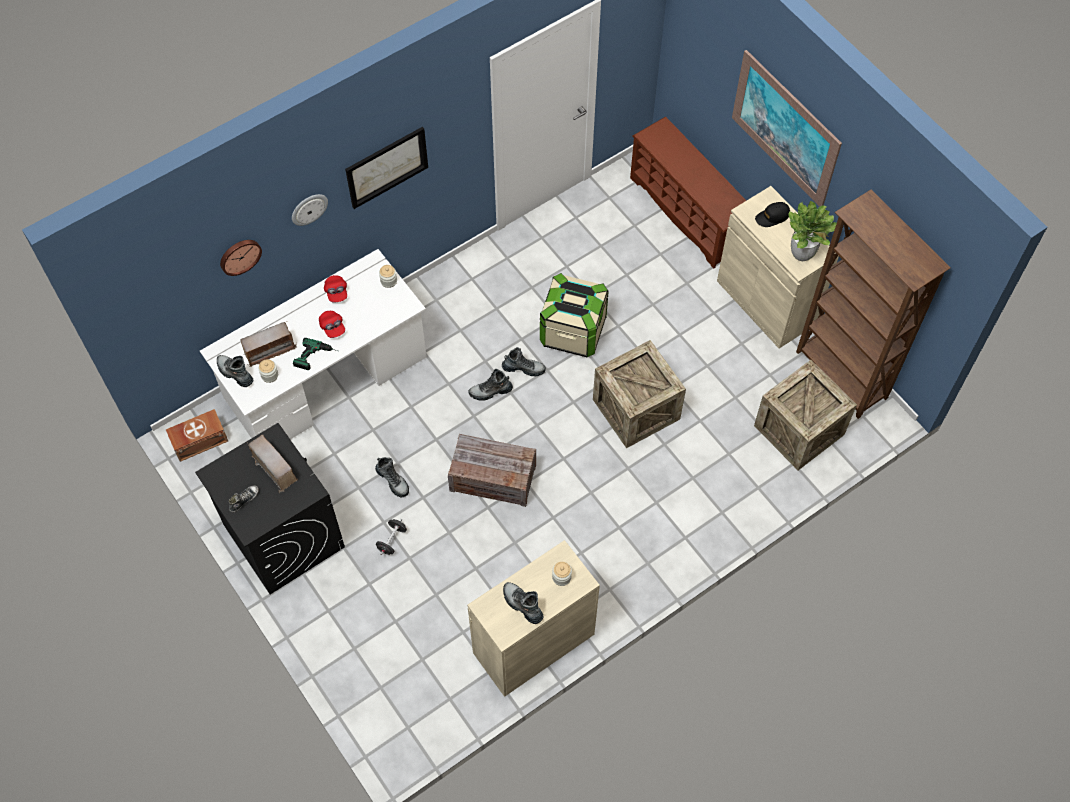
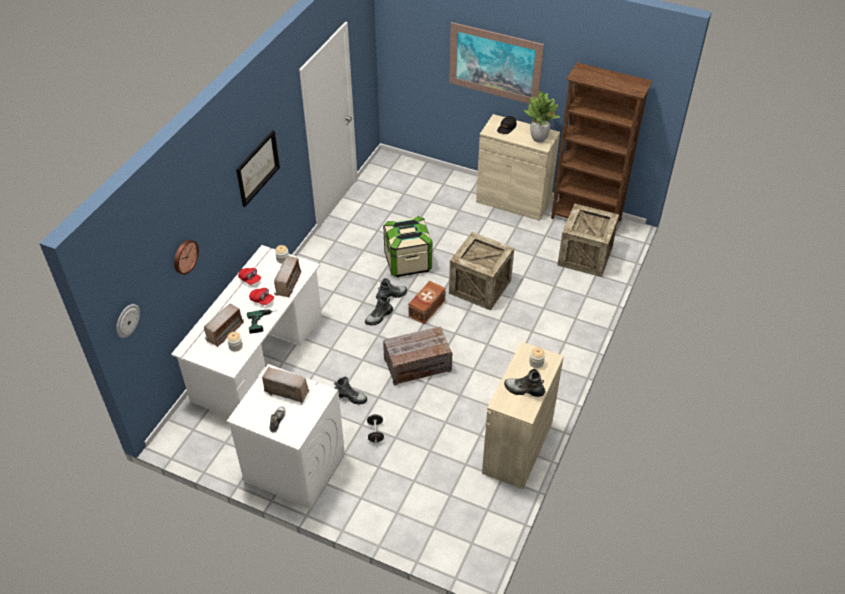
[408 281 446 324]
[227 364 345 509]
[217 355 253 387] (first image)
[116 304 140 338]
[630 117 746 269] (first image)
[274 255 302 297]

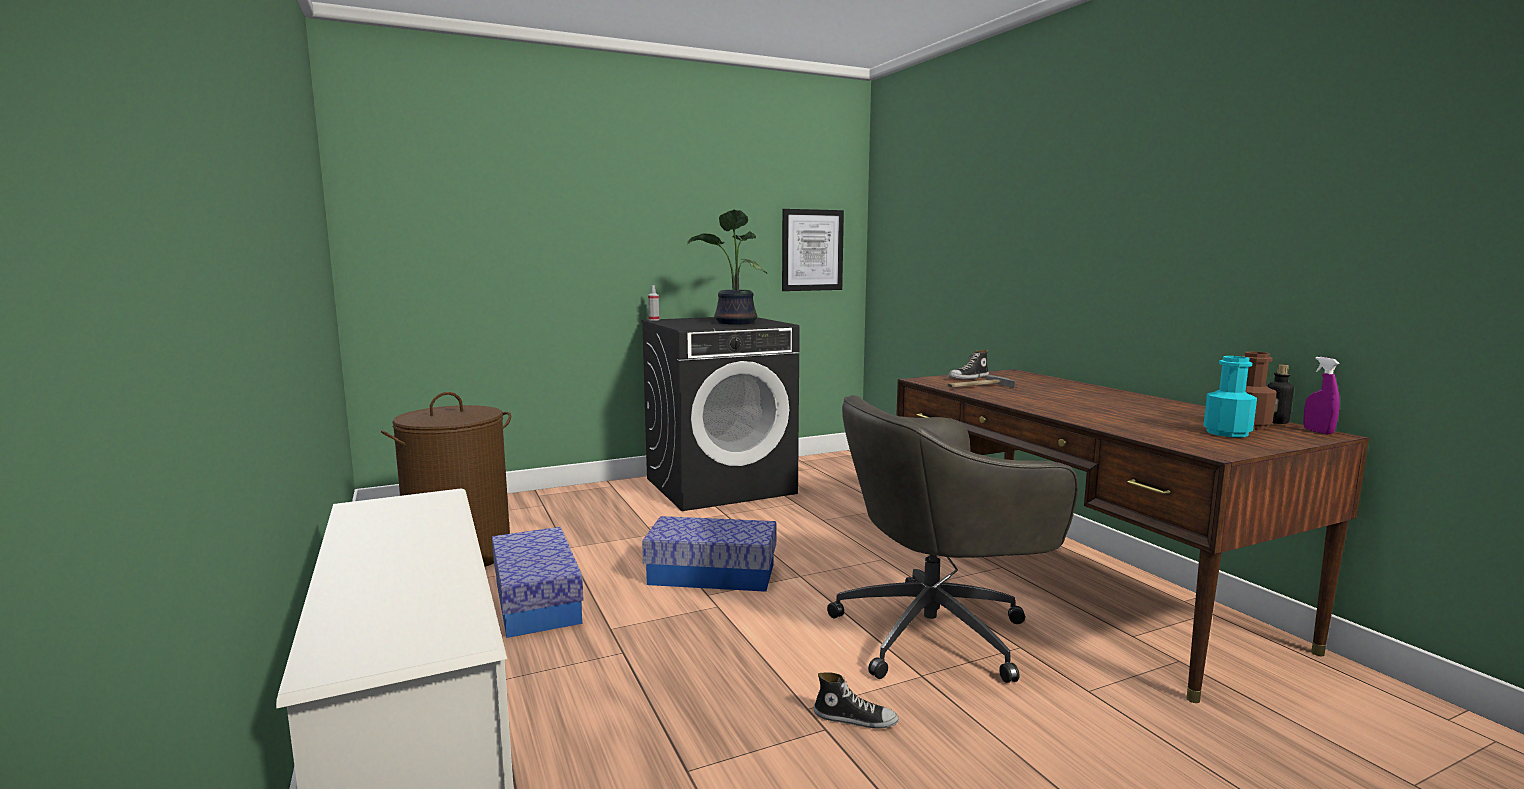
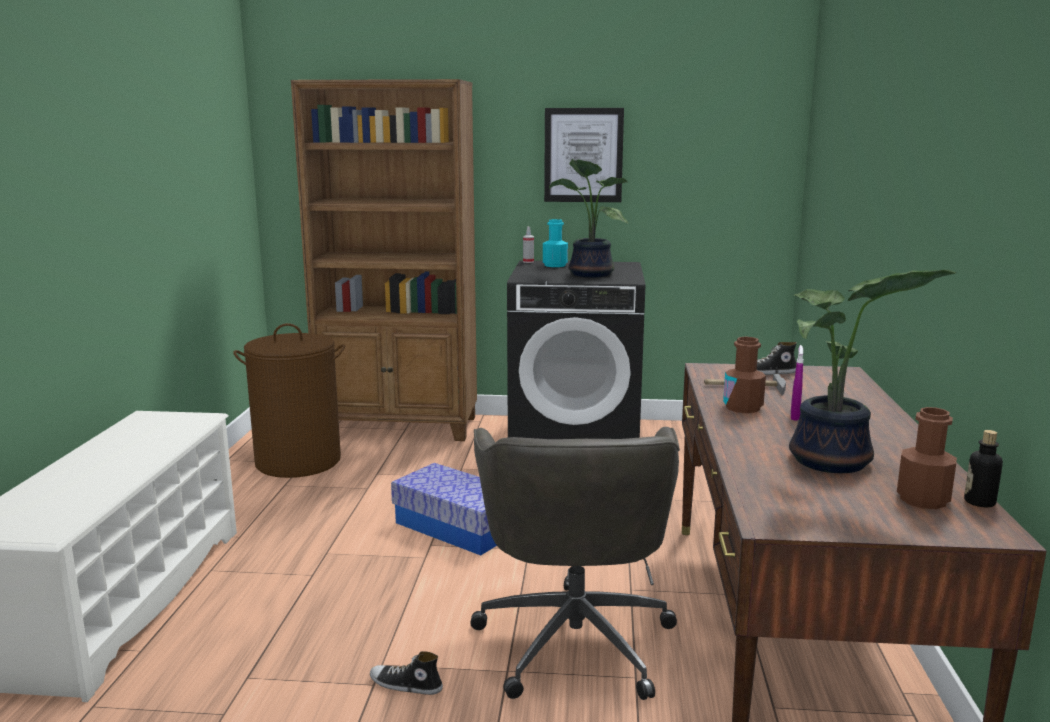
[492 527 584 638] (first image)
[544 108 624 202]
[370 651 443 695]
[470 427 680 700]
[543 219 568 267]
[791 345 804 421]
[291 79 477 441]
[723 337 766 413]
[789 270 957 473]

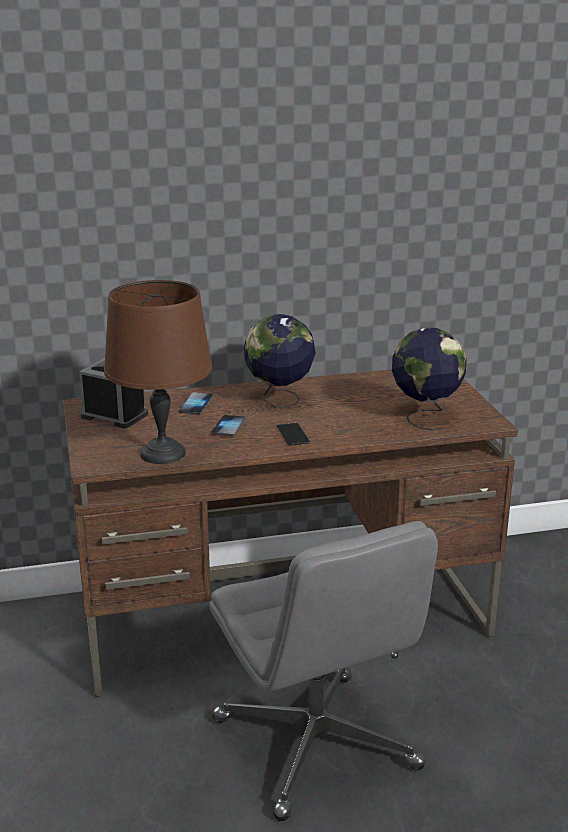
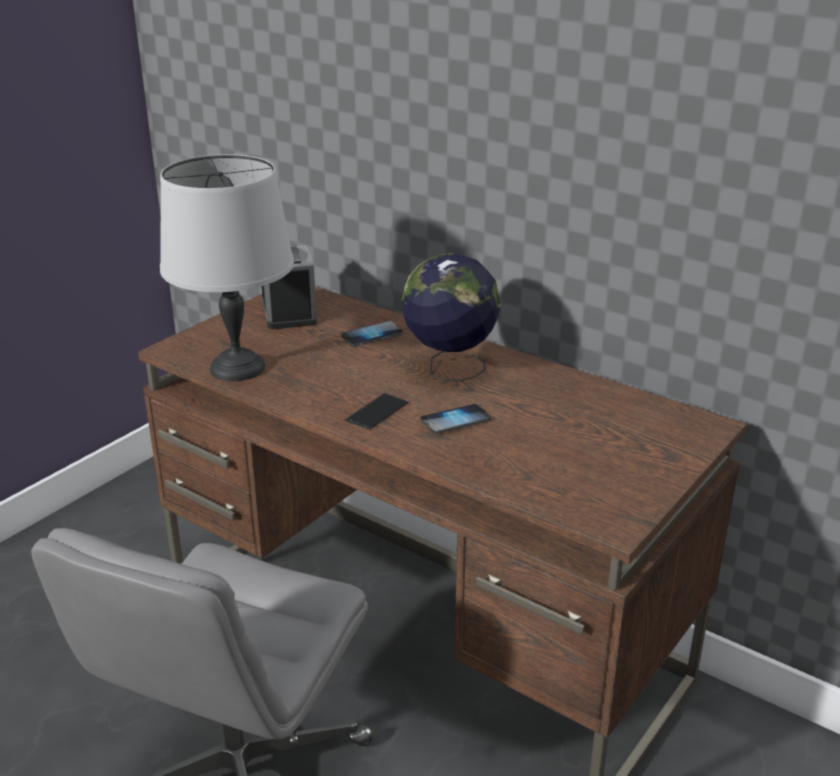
[160 154 294 381]
[420 404 491 434]
[392 328 467 431] (first image)

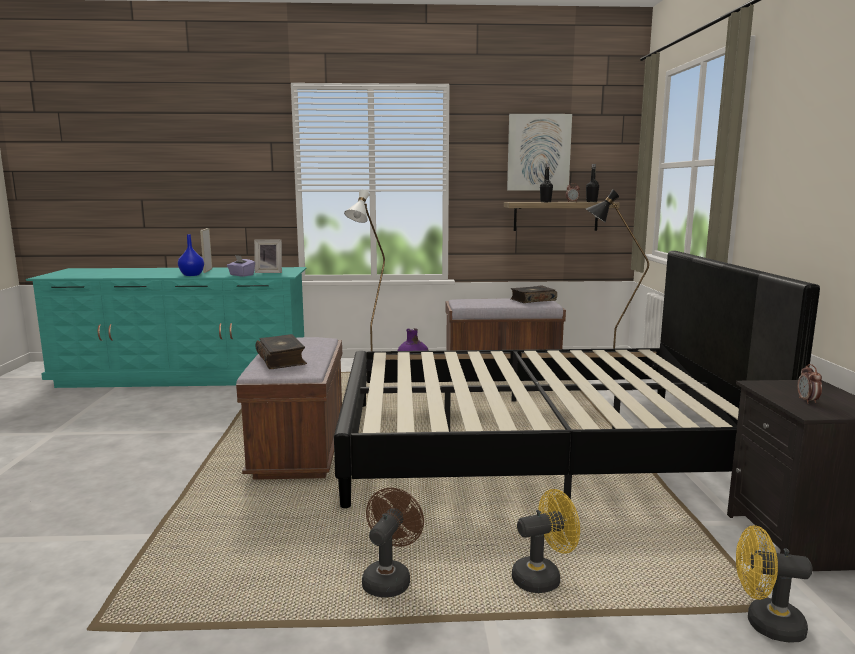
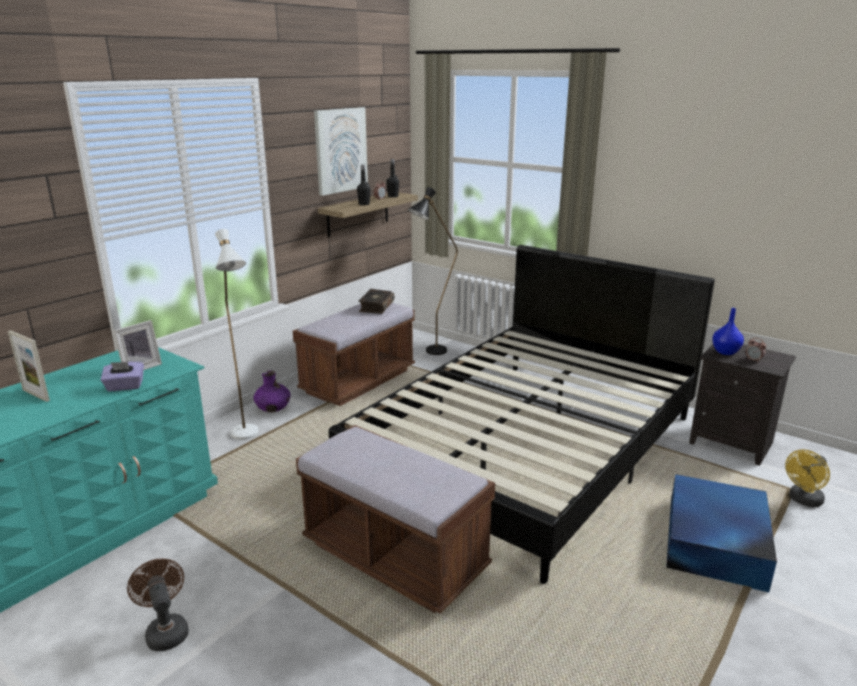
[712 308 744 355]
[256 334 307 369] (first image)
[127 558 189 651]
[666 474 777 592]

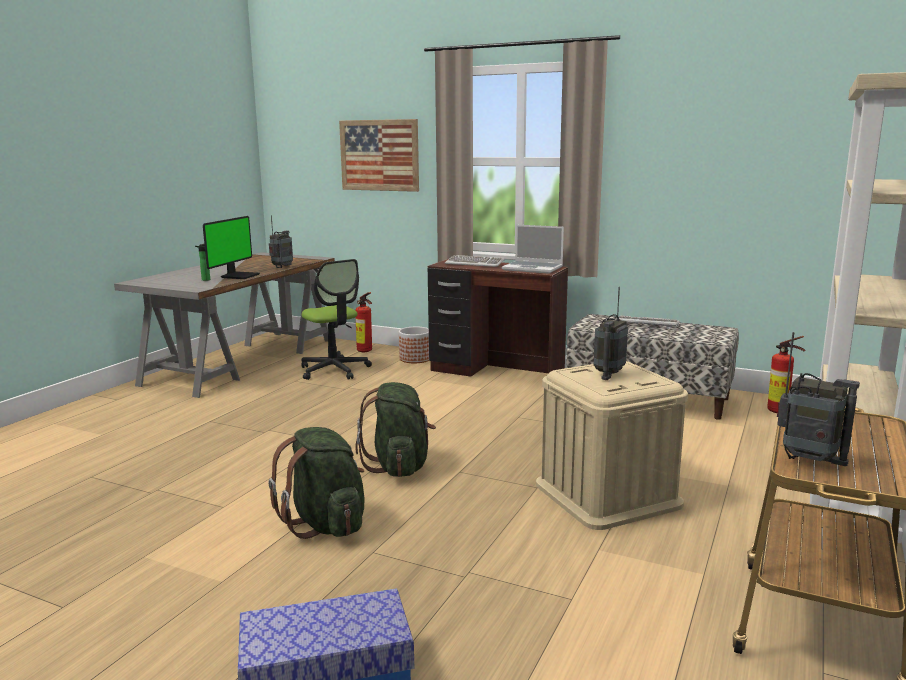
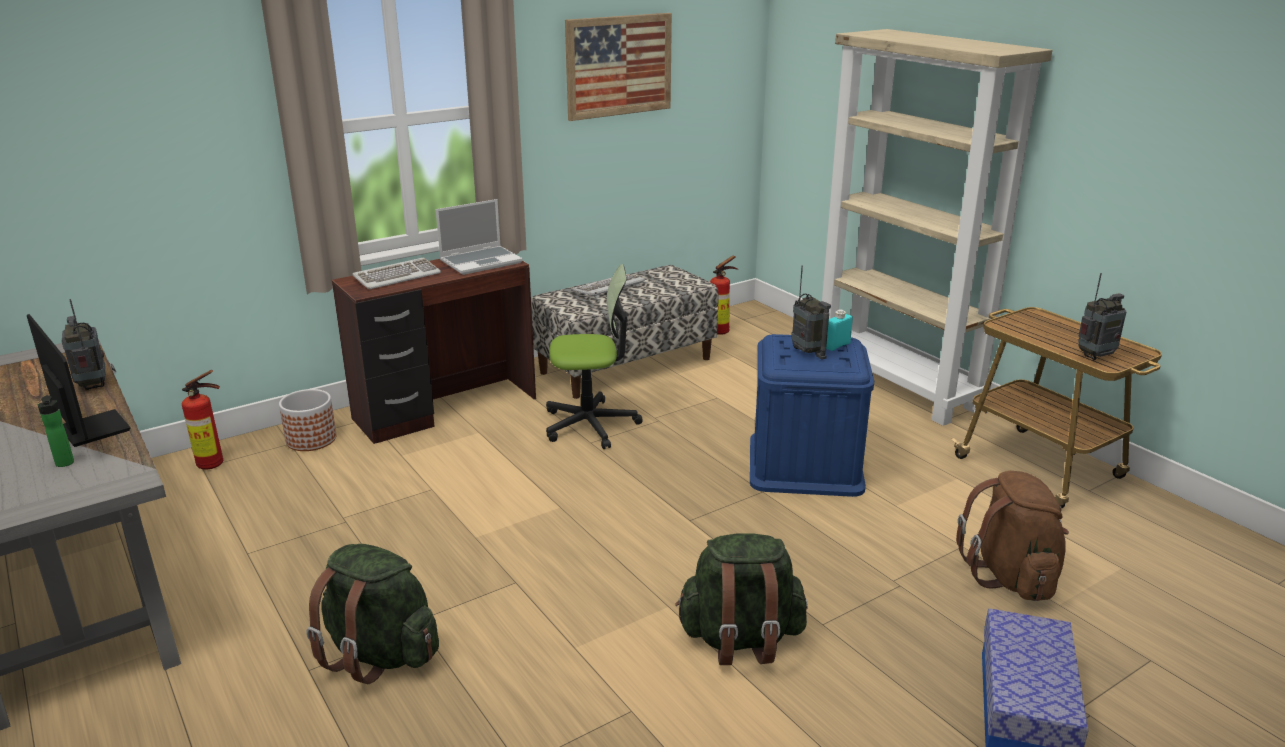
[546 264 642 449]
[565 13 672 121]
[306 544 439 684]
[750 334 874 497]
[826 309 853 351]
[956 471 1069 601]

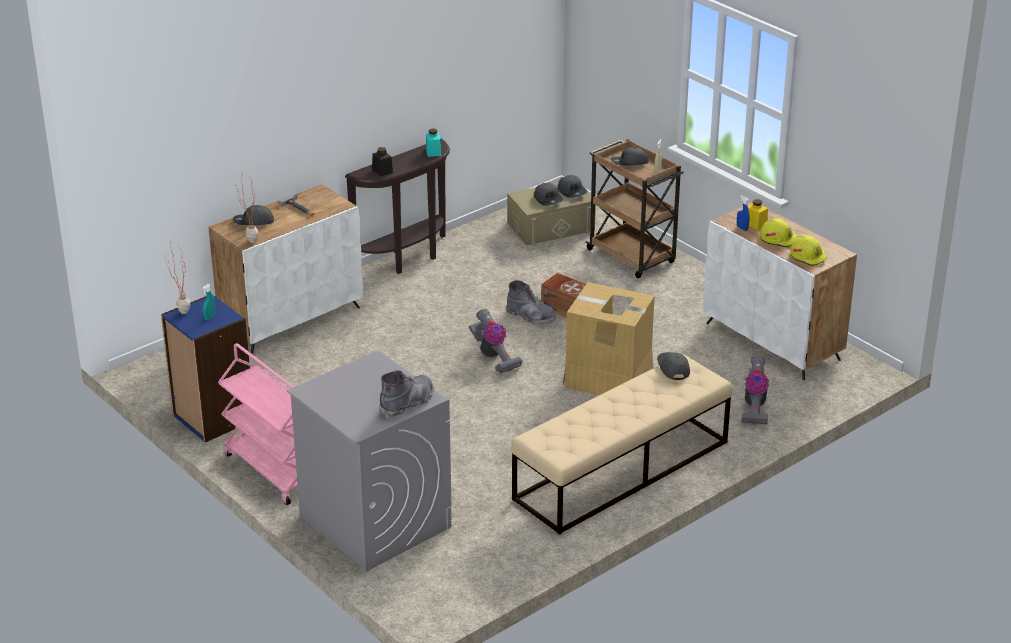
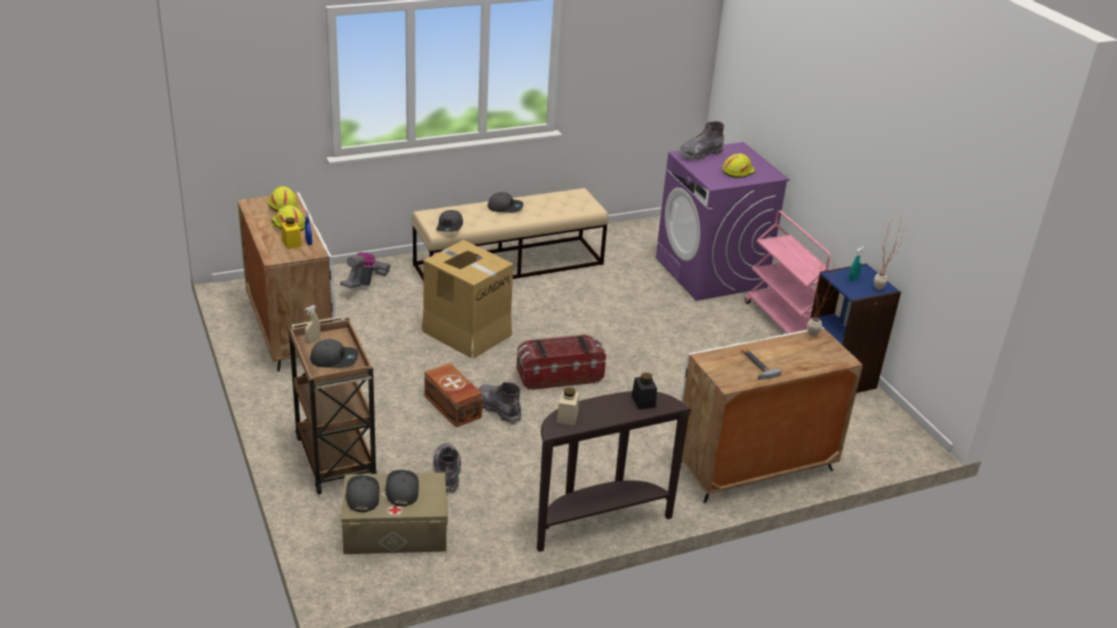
[488 192 523 213]
[656 142 790 301]
[557 387 579 425]
[517 334 606 390]
[433 443 461 493]
[723 154 755 178]

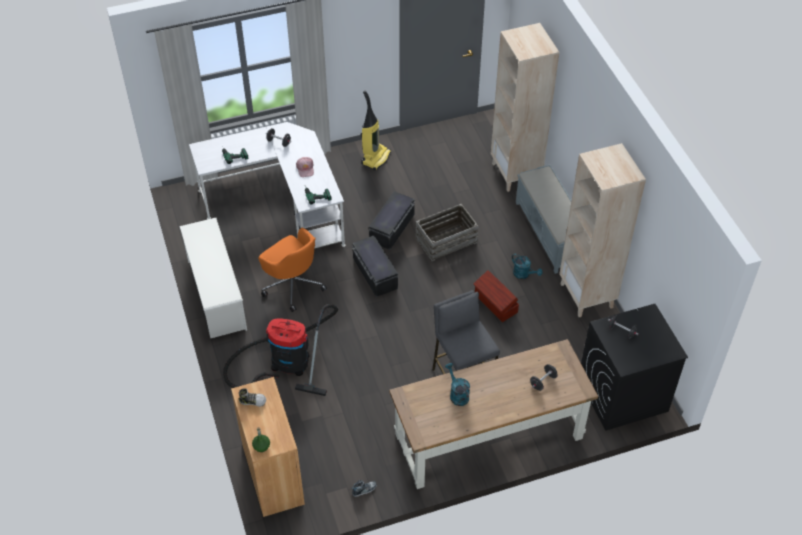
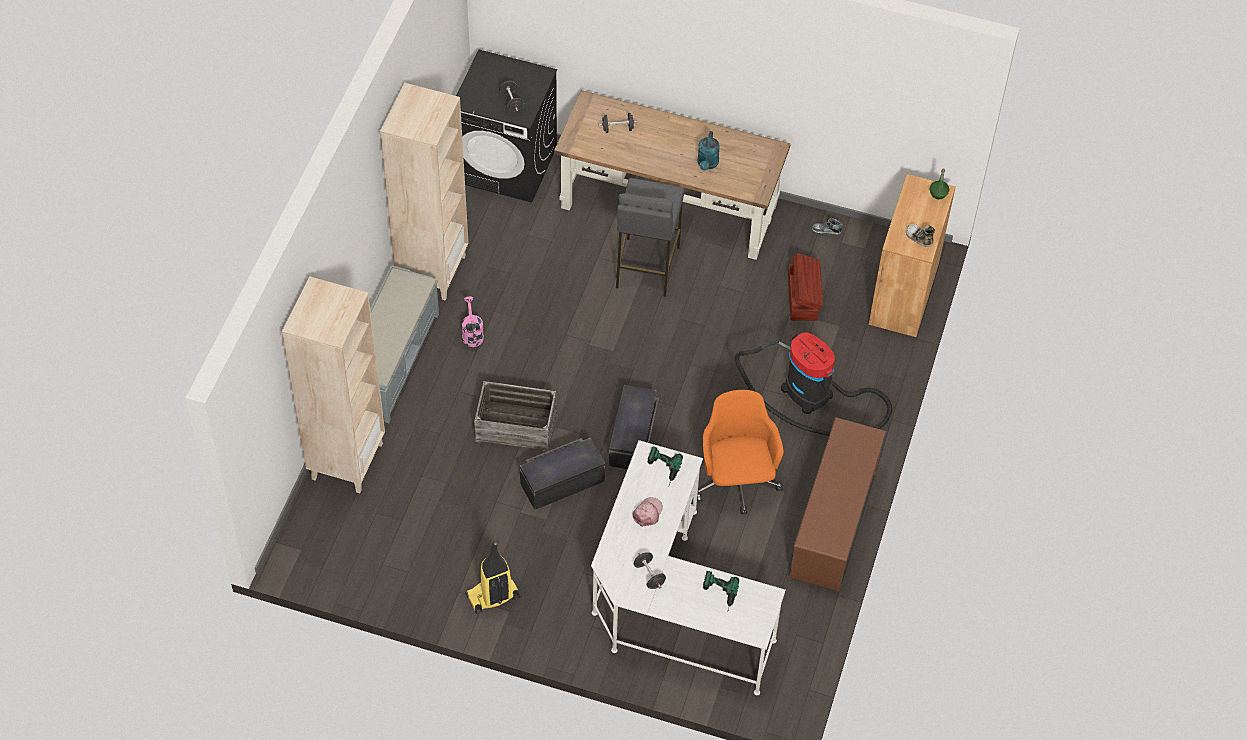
[789 417 886 592]
[788 253 823 321]
[462 296 484 347]

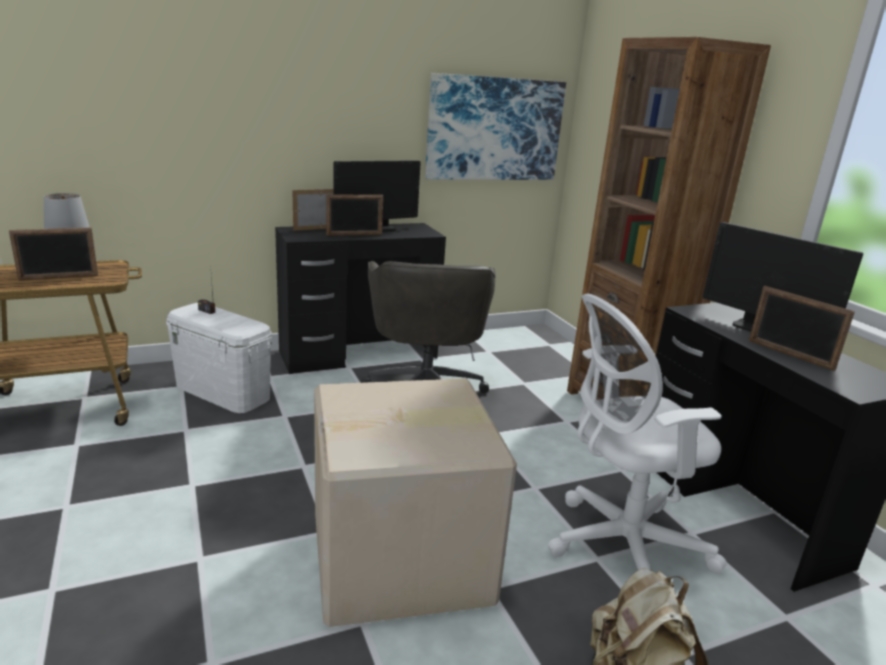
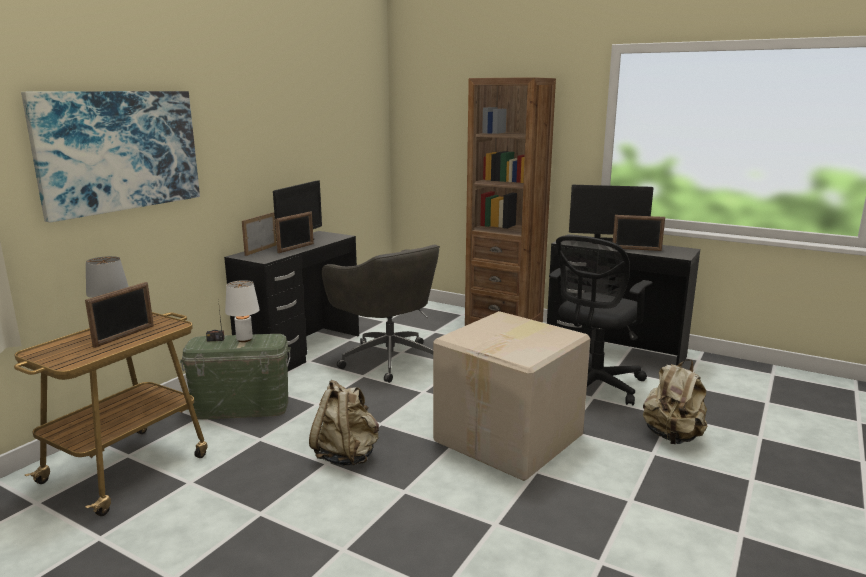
[180 334 291 420]
[21 91 200 222]
[549 235 652 406]
[225 280 260 342]
[309 380 379 466]

